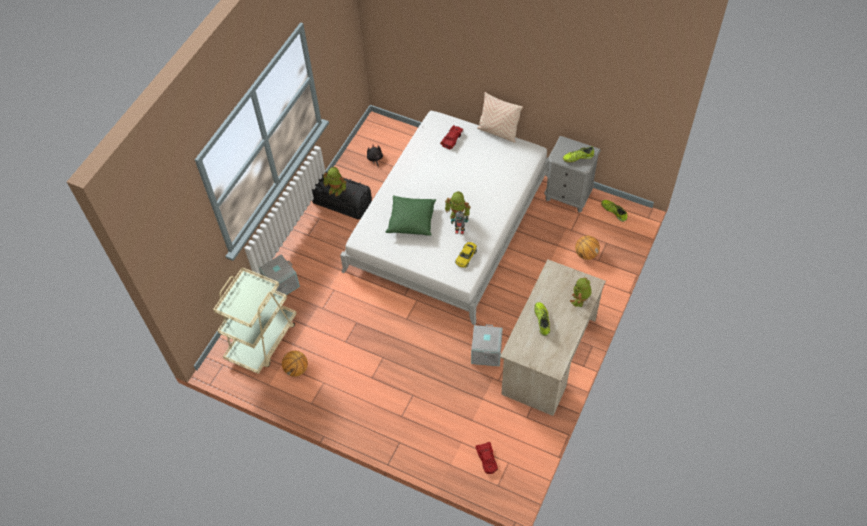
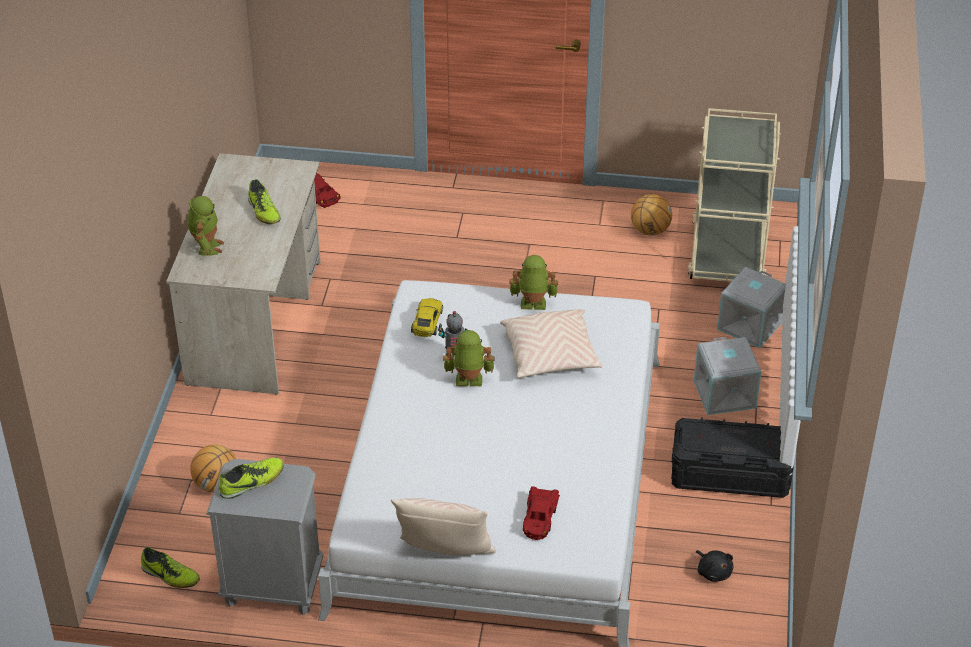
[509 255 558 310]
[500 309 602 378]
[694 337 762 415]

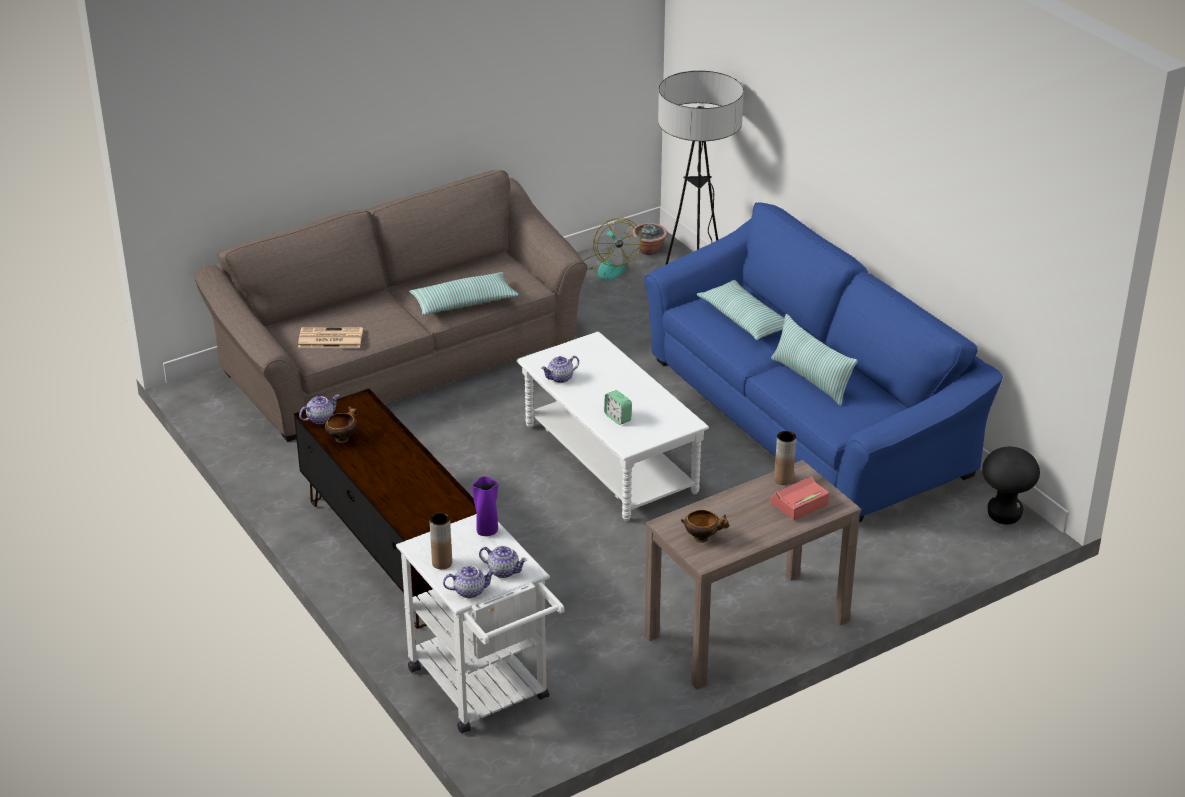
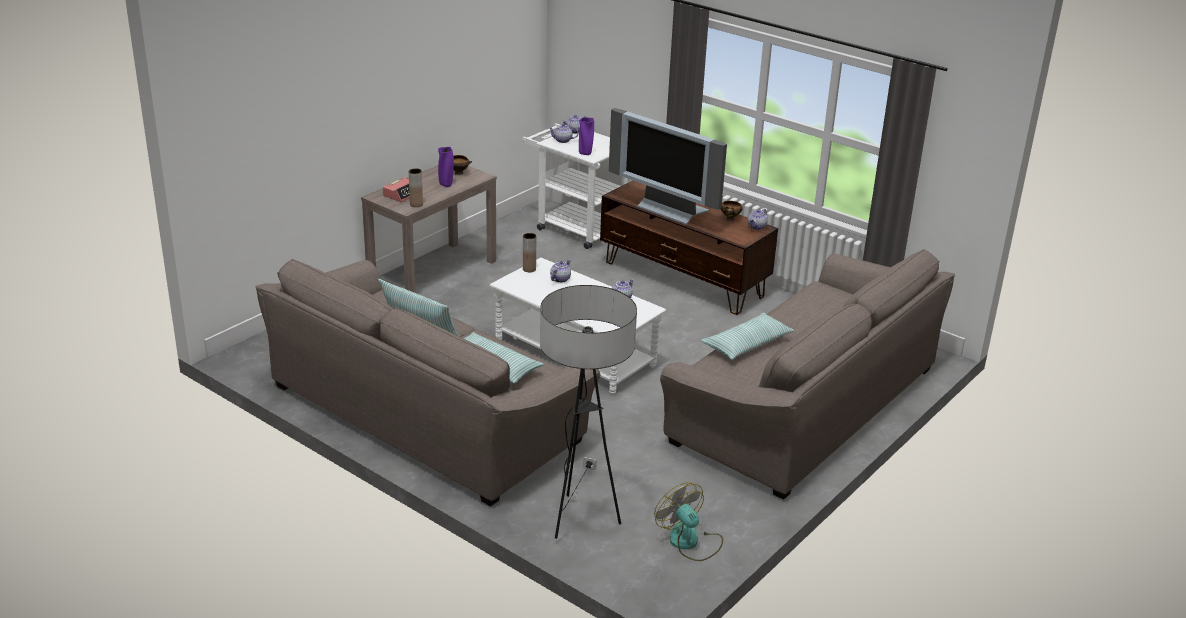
[298 327 363 348] (first image)
[523 233 536 272]
[550 259 571 283]
[632 223 667 255] (first image)
[256 259 600 506]
[982 447 1040 524] (first image)
[438 147 454 187]
[609 108 727 225]

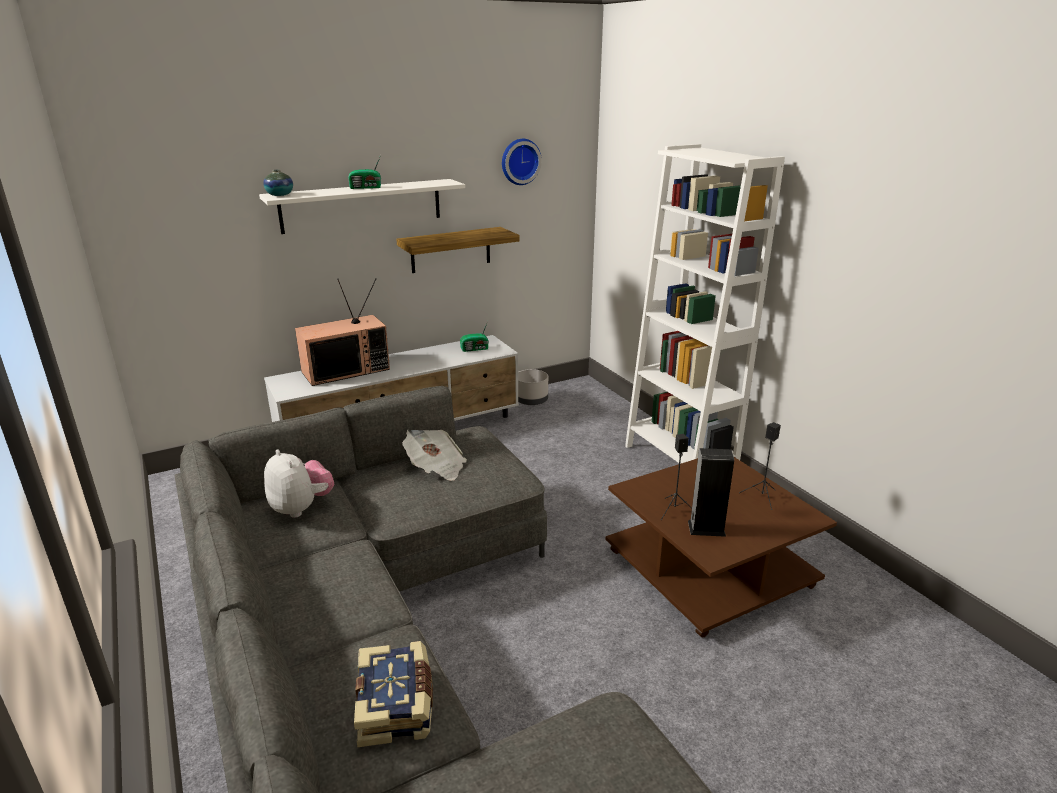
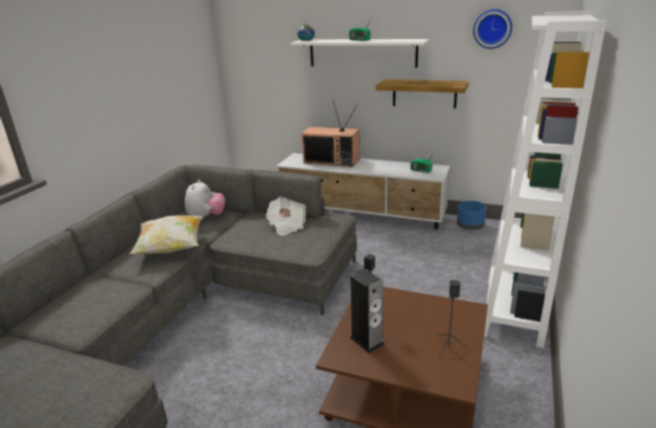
[354 641 433 747] (first image)
[457 201 487 230]
[130 215 202 254]

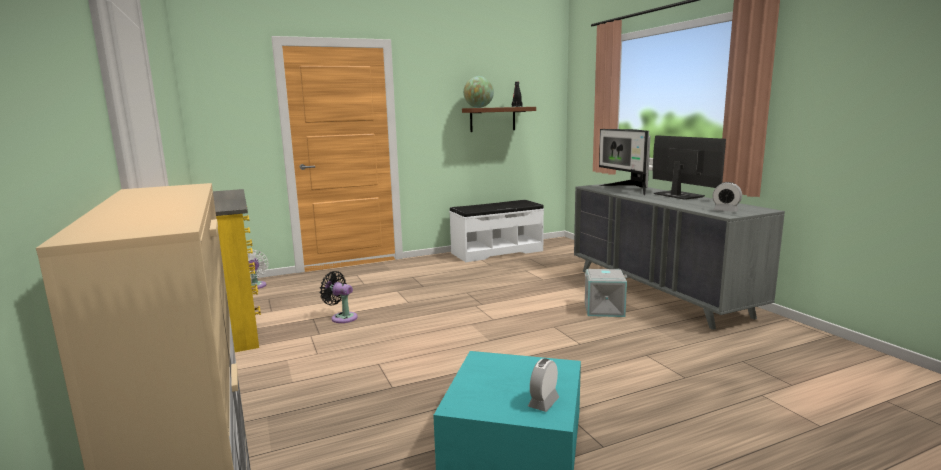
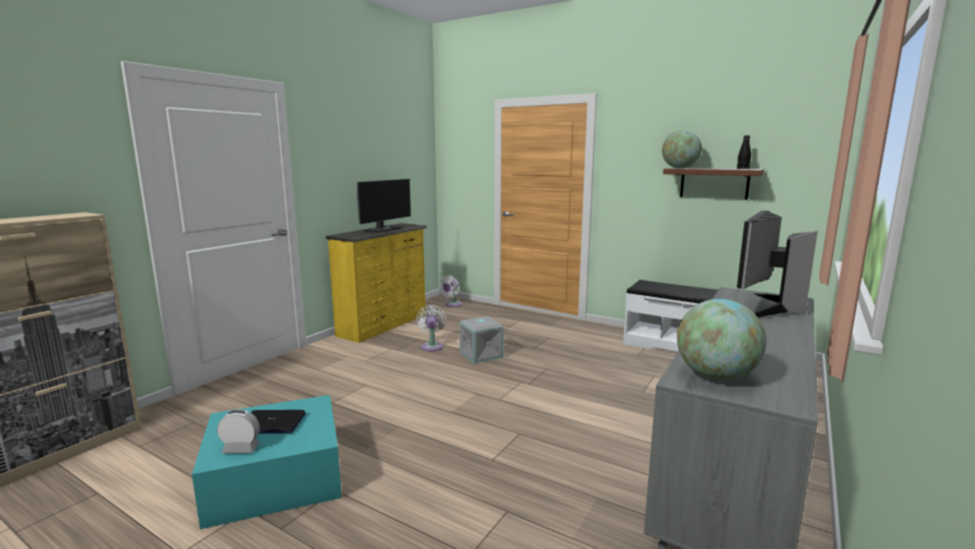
[416 305 446 351]
[459 316 504 364]
[357 179 411 233]
[677 299 766 381]
[251 410 306 433]

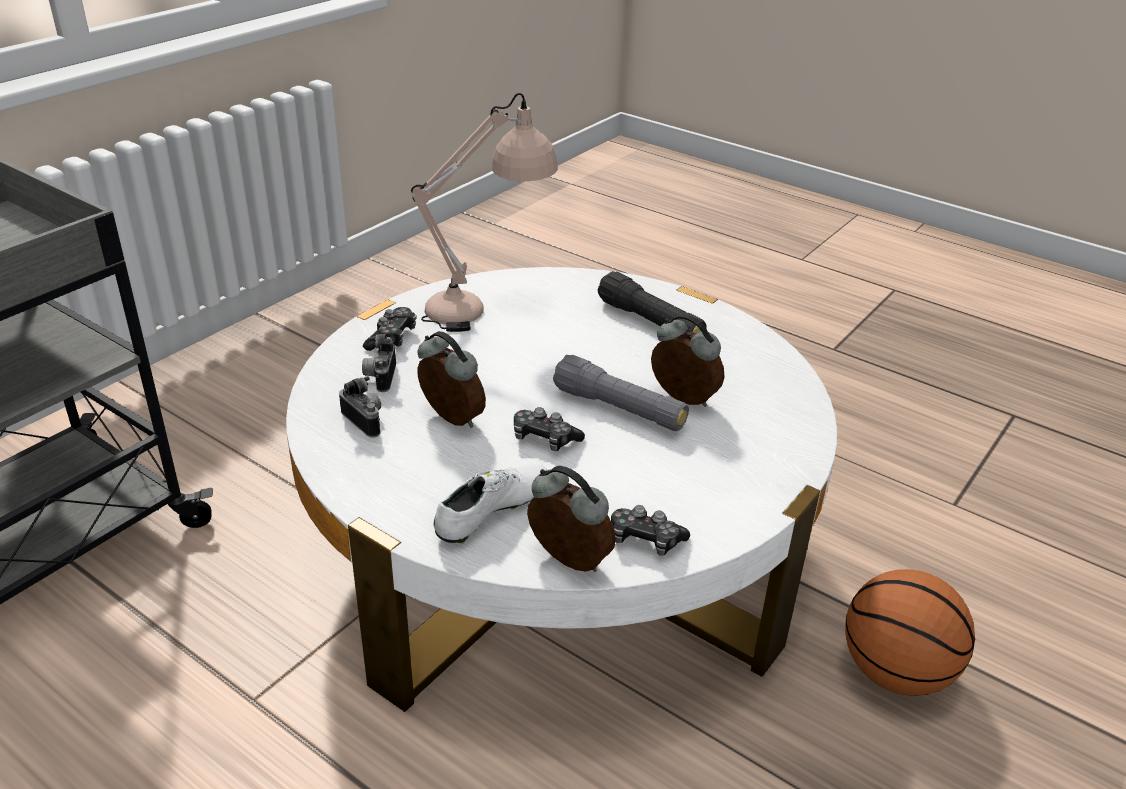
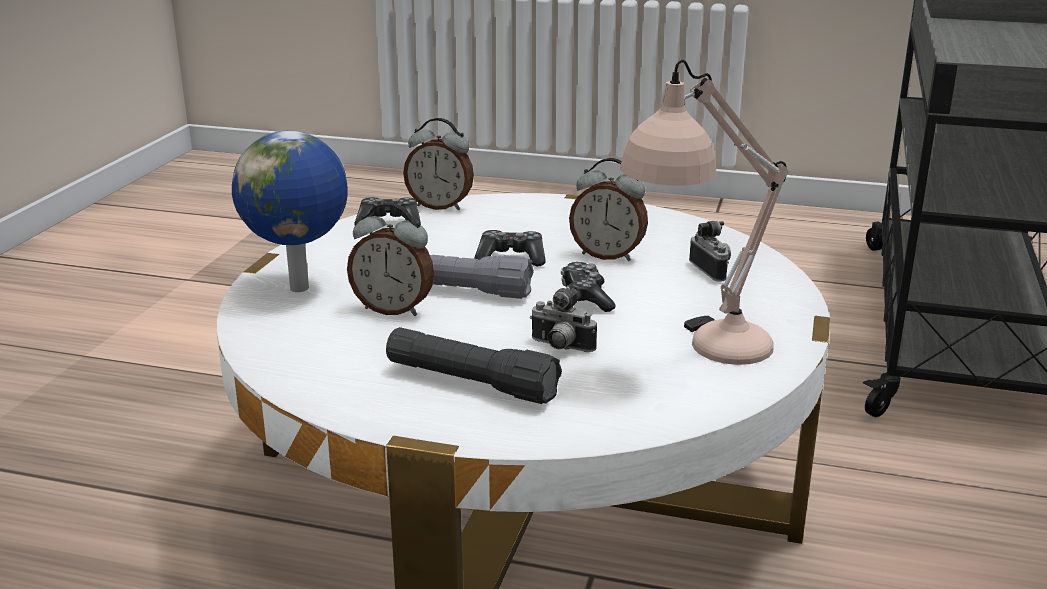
[530 288 597 352]
[561 262 615 312]
[434 463 547 544] (first image)
[845 569 975 696] (first image)
[232 131 348 292]

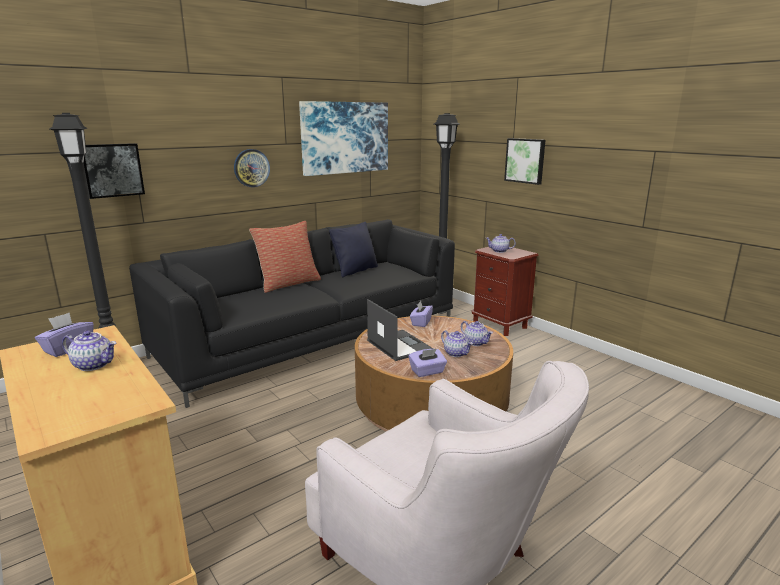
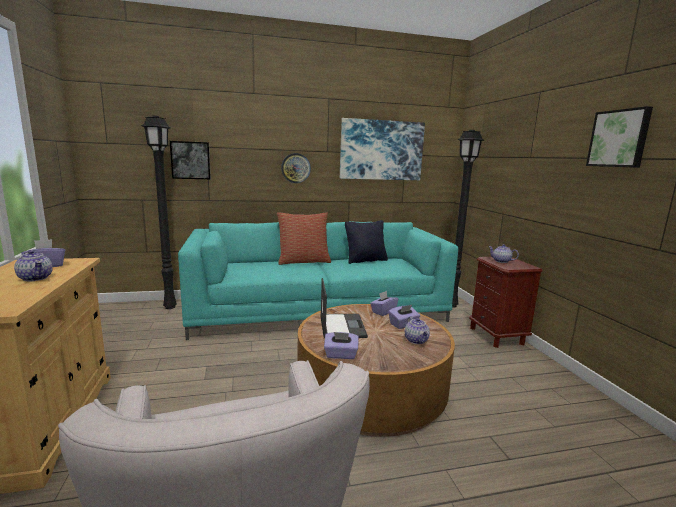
[178 221 458 340]
[441 330 473 357] (first image)
[586 106 653 168]
[388 305 420 329]

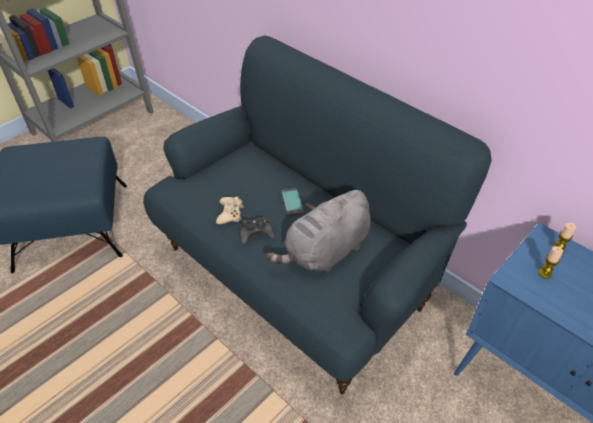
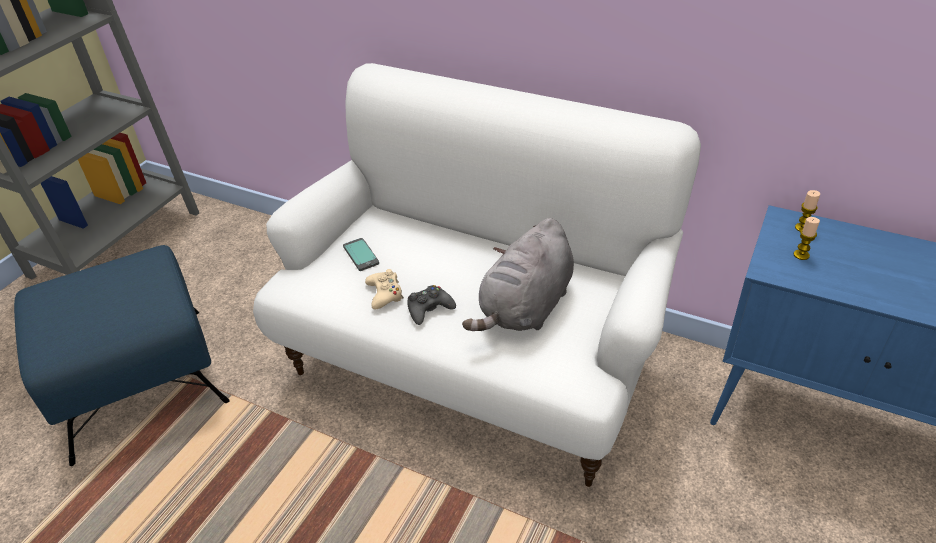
[253 63 701 487]
[343 238 379 271]

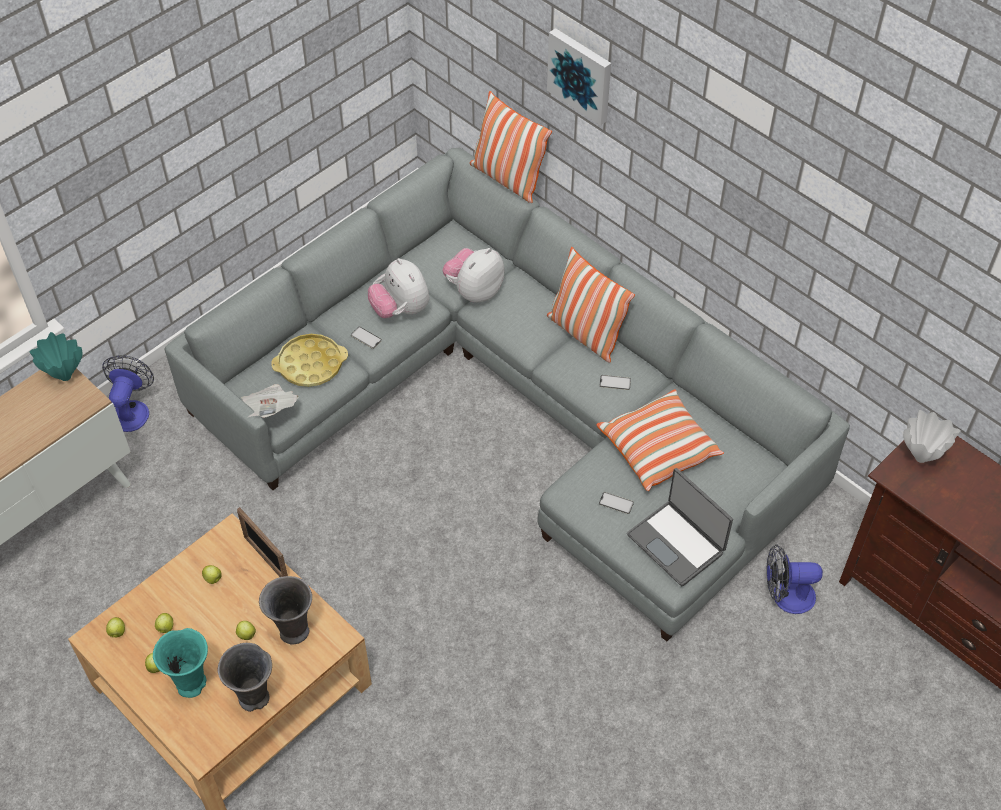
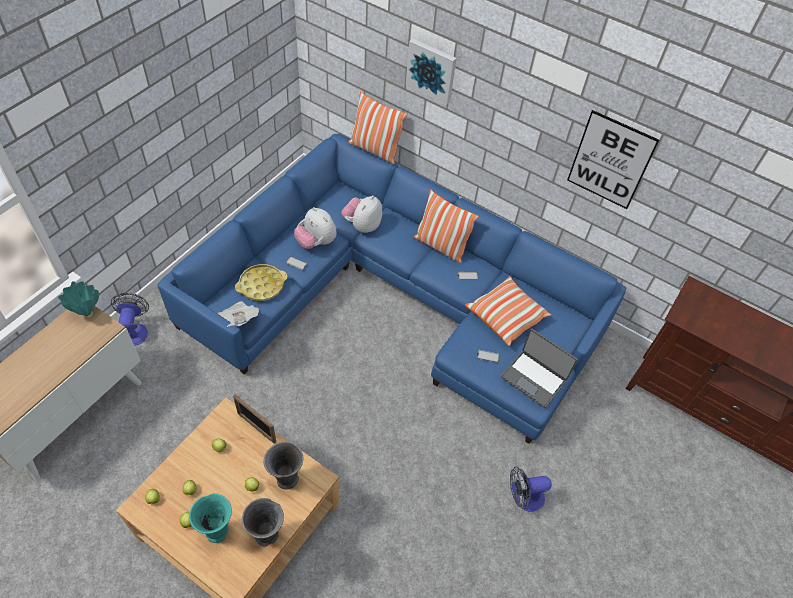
[157 133 626 444]
[510 467 552 512]
[903 410 961 463] (first image)
[567 110 659 209]

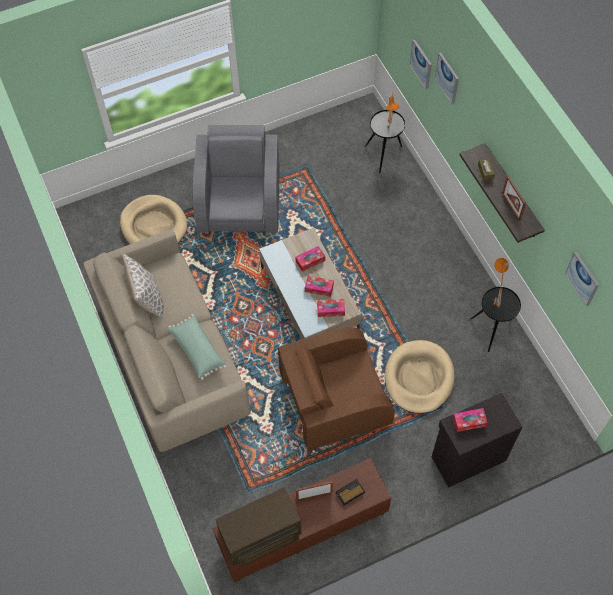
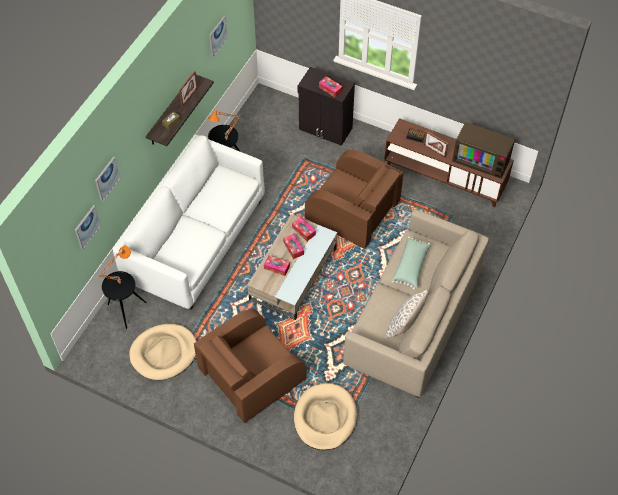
[194 309 306 423]
[129 324 196 380]
[113 135 265 310]

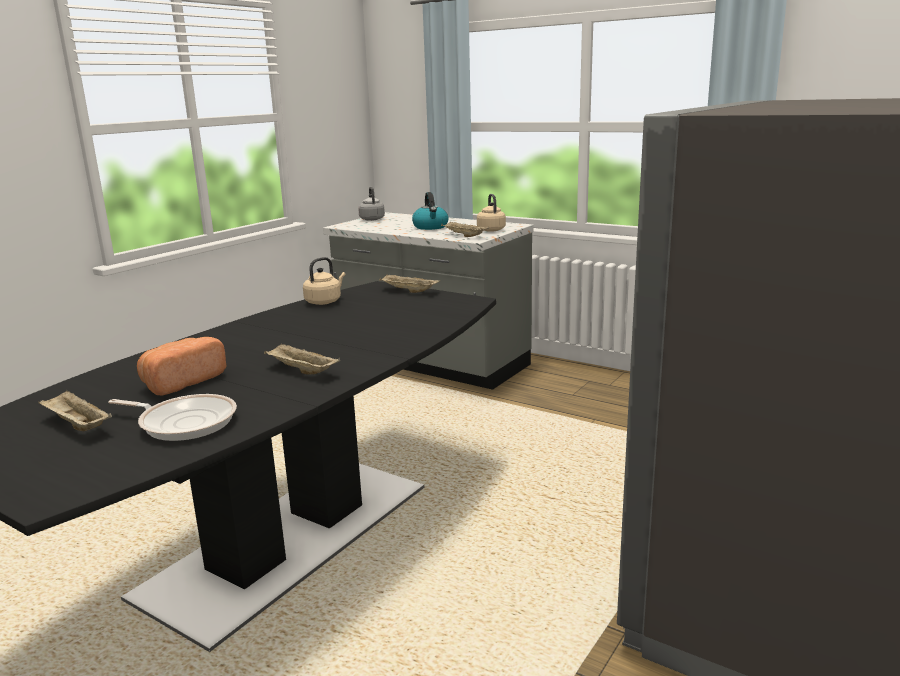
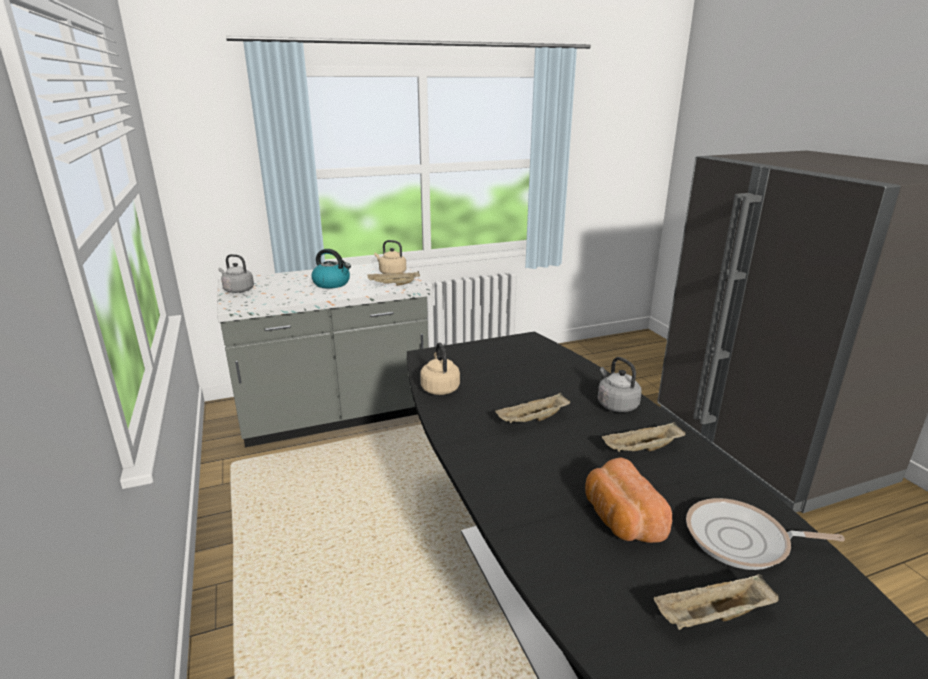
[686 498 845 570]
[495 393 570 423]
[598 357 642 412]

